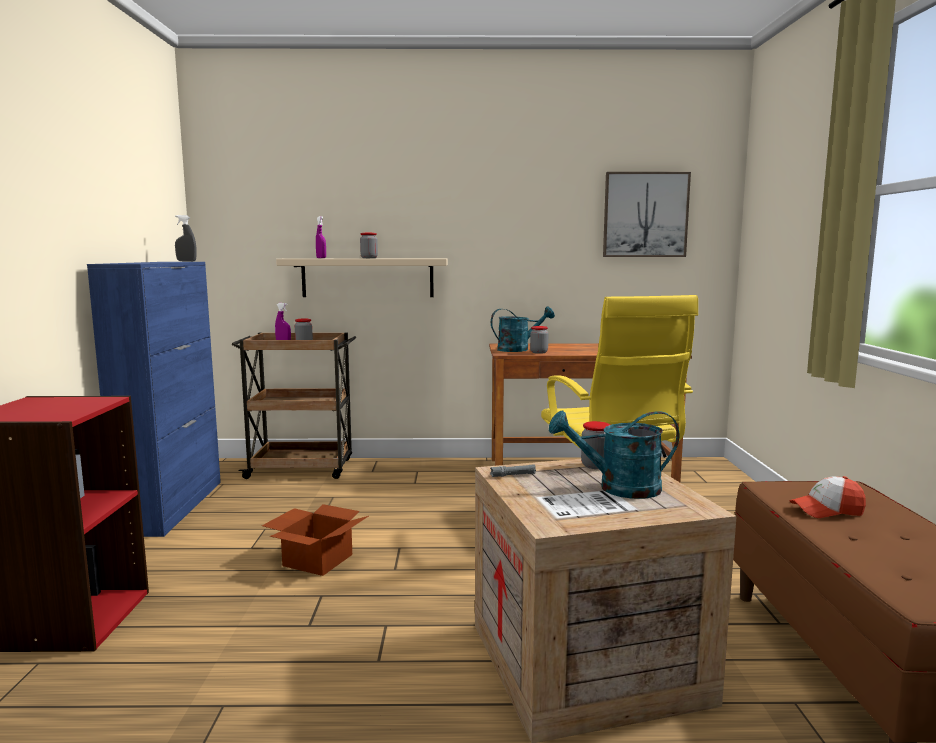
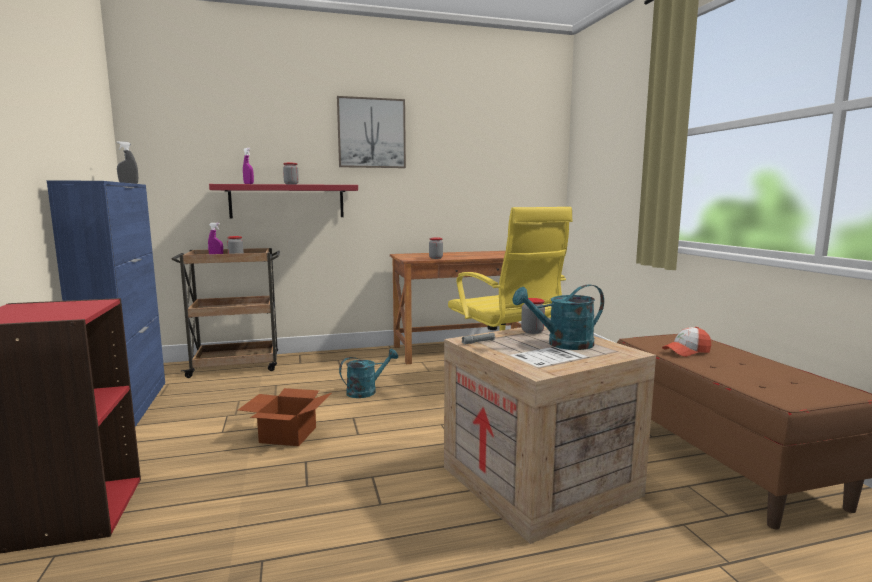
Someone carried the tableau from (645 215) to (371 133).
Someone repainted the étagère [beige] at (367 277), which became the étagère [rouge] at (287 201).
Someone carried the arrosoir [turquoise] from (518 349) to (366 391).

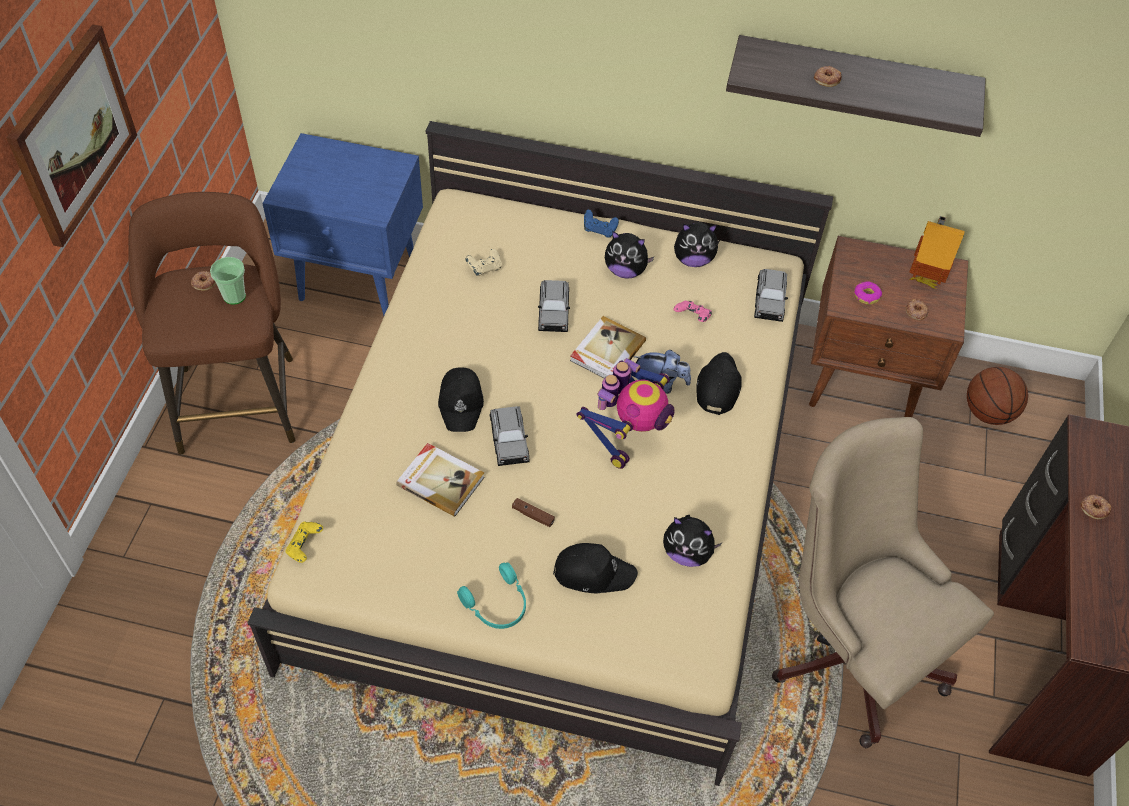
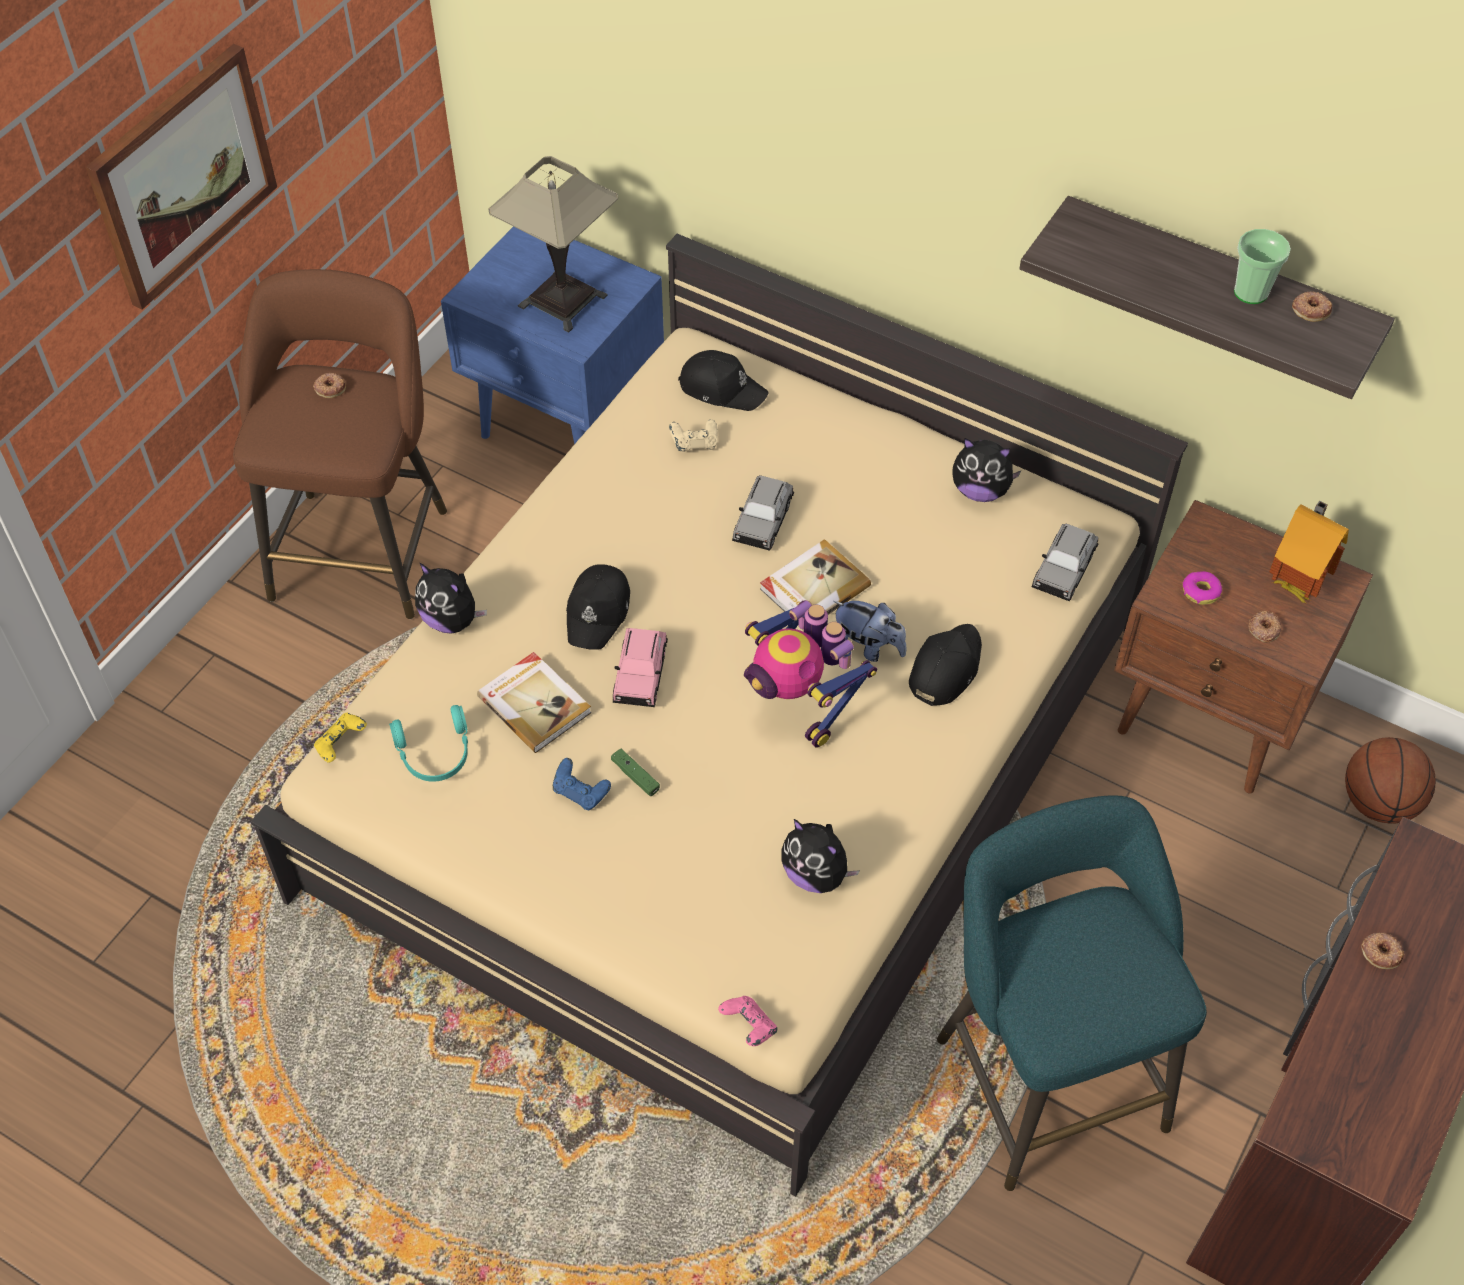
Someone carried the beignet from (827 78) to (1311 309).
Someone carried the manette [bleu] from (599 230) to (580 793).
Someone carried the peluche from (625 270) to (452 620).
Someone carried the tasse from (234 296) to (1250 292).
Someone carried the manette [rose] from (692 318) to (748 1027).
Someone rotated the robot jouet at (628 434) by 90 degrees clockwise.
Someone repainted the petite voiture [gris] at (509 441), which became the petite voiture [rose] at (640 675).
Someone swapped the chaise de bureau [beige] at (850 649) for the tabouret [turquoise] at (1045 1072).
Someone repainted the manette [marron] at (533 515), which became the manette [vert] at (635 776).
Someone carried the casquette [noir] from (593 572) to (722 388).
Someone carried the casque audio [turquoise] from (497 605) to (435 754).
Someone put down the lampe de table at (562 301).

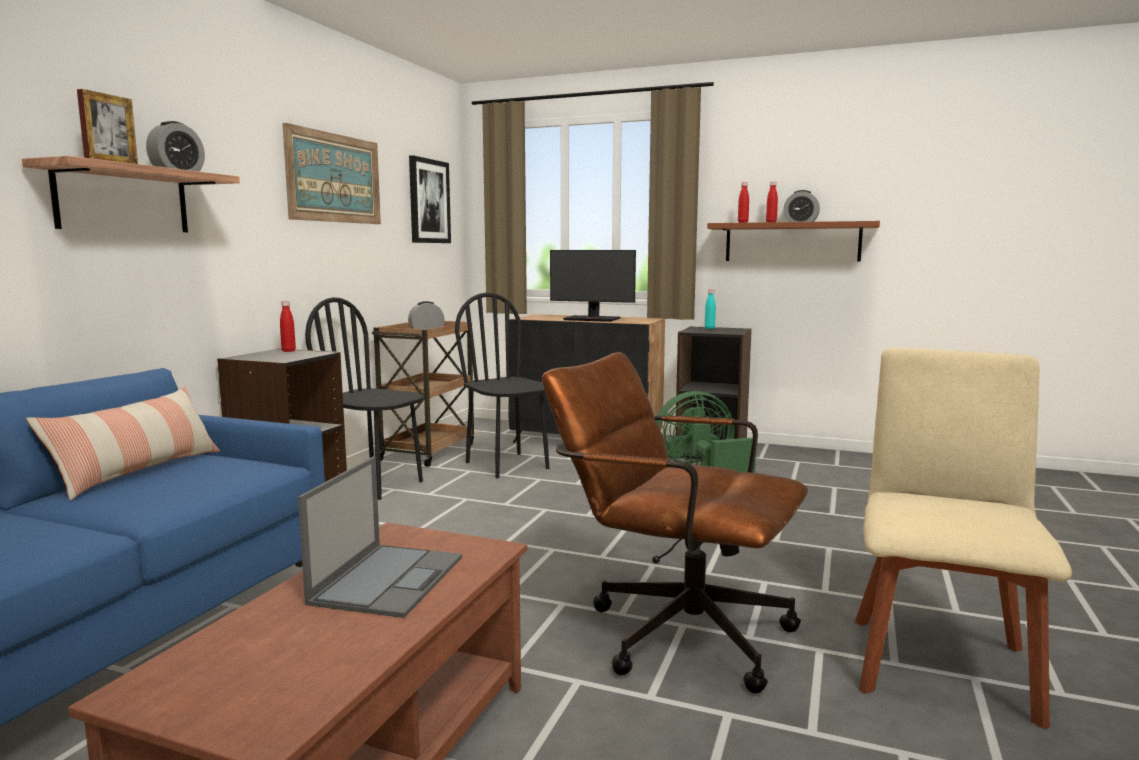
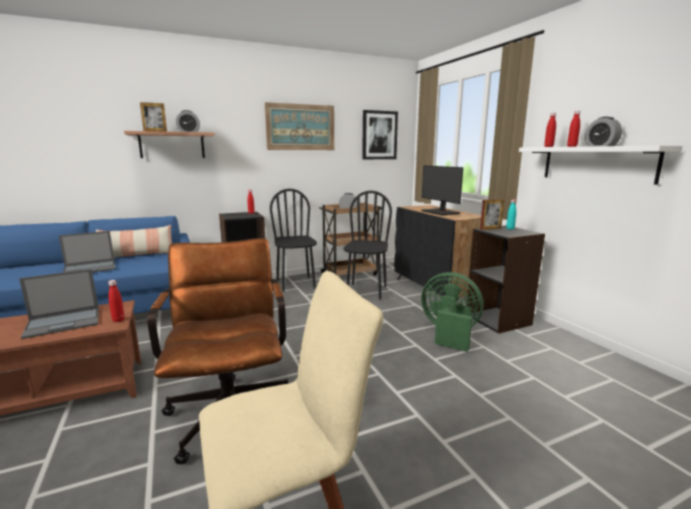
Someone repainted the étagère [marron] at (792 242), which became the étagère [blanc] at (597 163).
Someone put down the cadre photo at (490 229).
Someone put down the ordinateur portable at (90 268).
Someone put down the bouteille [rouge] at (118 320).

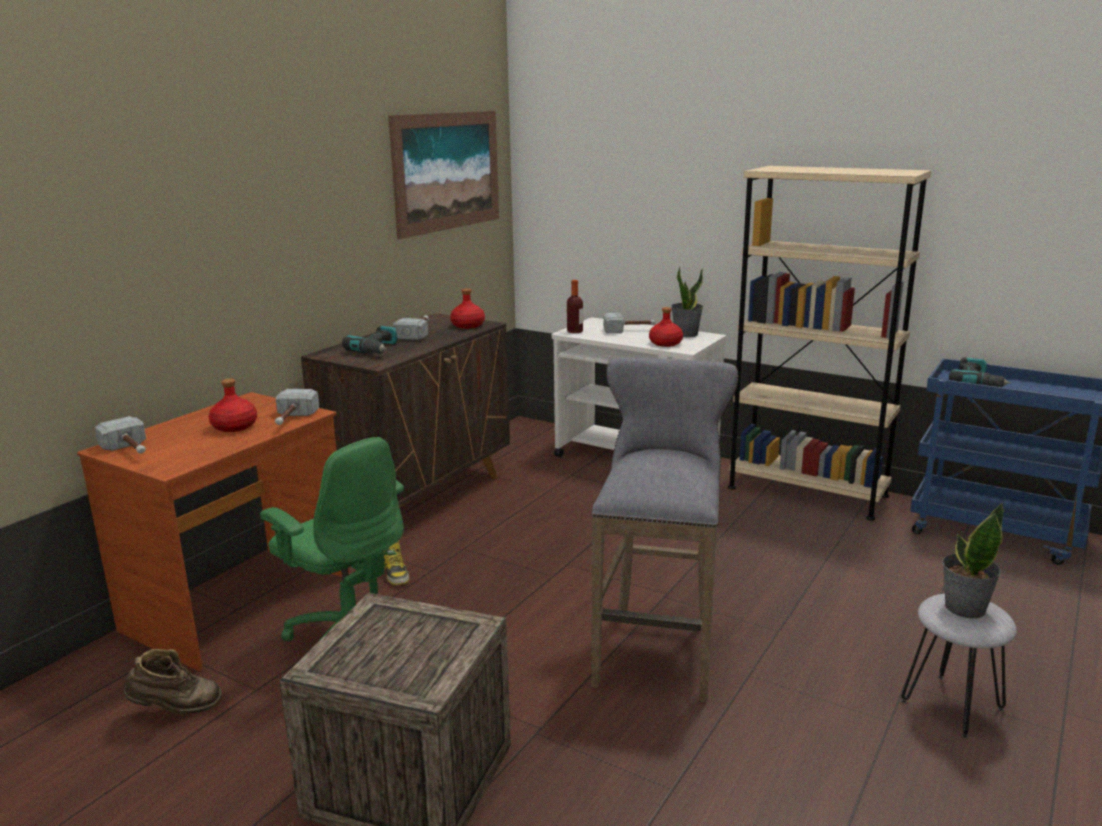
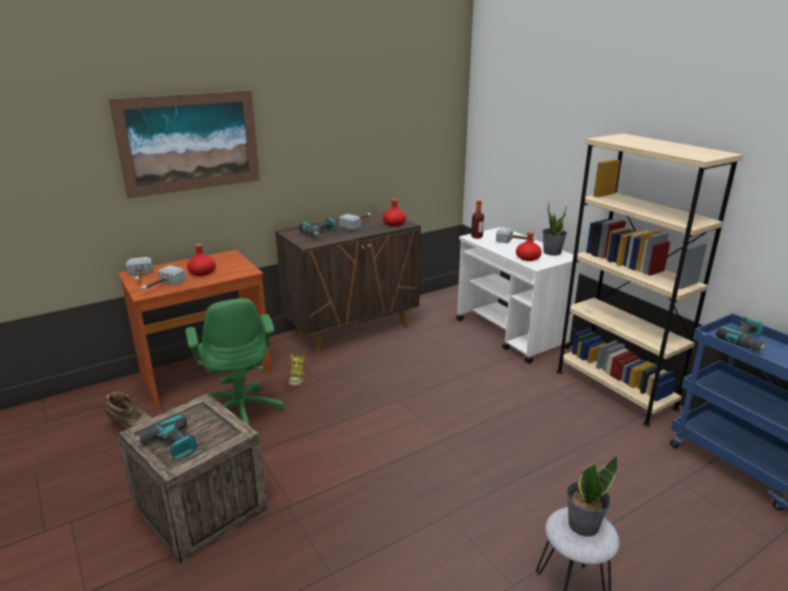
Someone carried the tableau from (447 171) to (190 142).
Someone took away the tabouret [gris] at (657 647).
Someone carried the marteau from (291 420) to (162 286).
Someone put down the perceuse at (169 445).

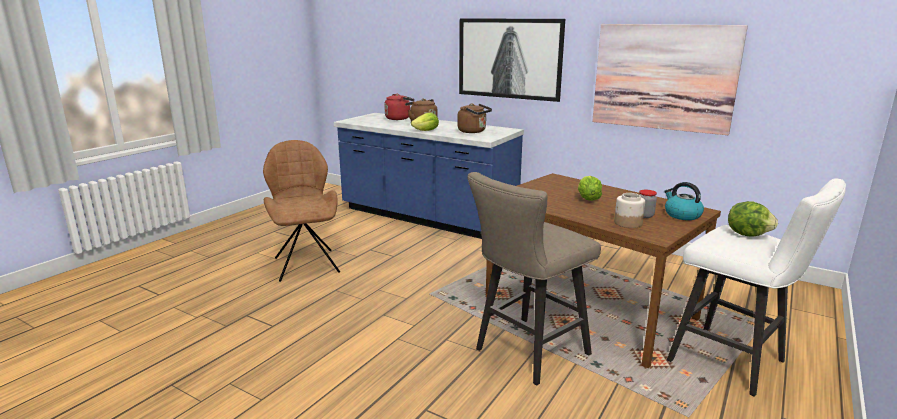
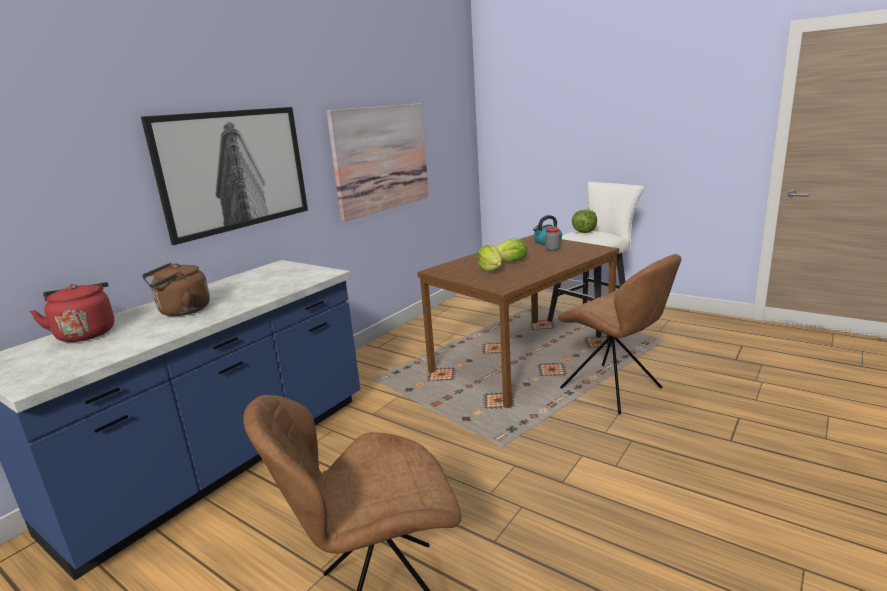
Someone took away the bouilloire [marron] at (473 131).
Someone carried the laitue from (426 131) to (491 269).
Someone swapped the tabouret [beige] at (526 354) for the chaise [marron] at (613 389).
Someone took away the bocal at (628 223).

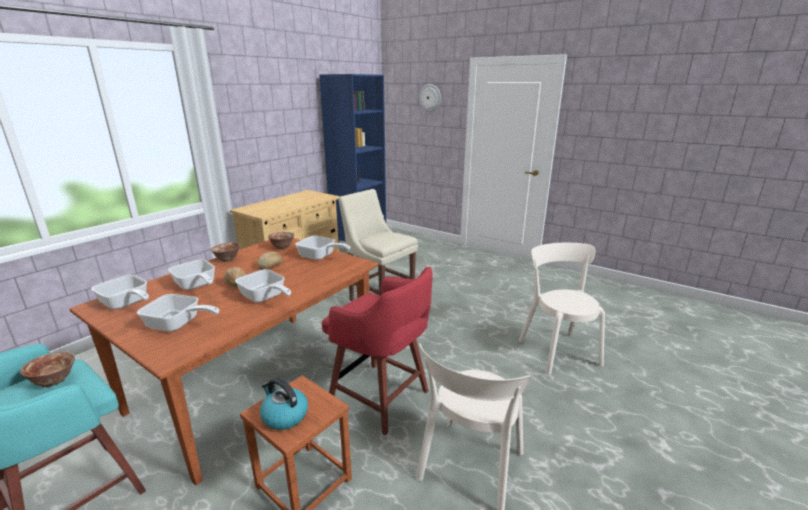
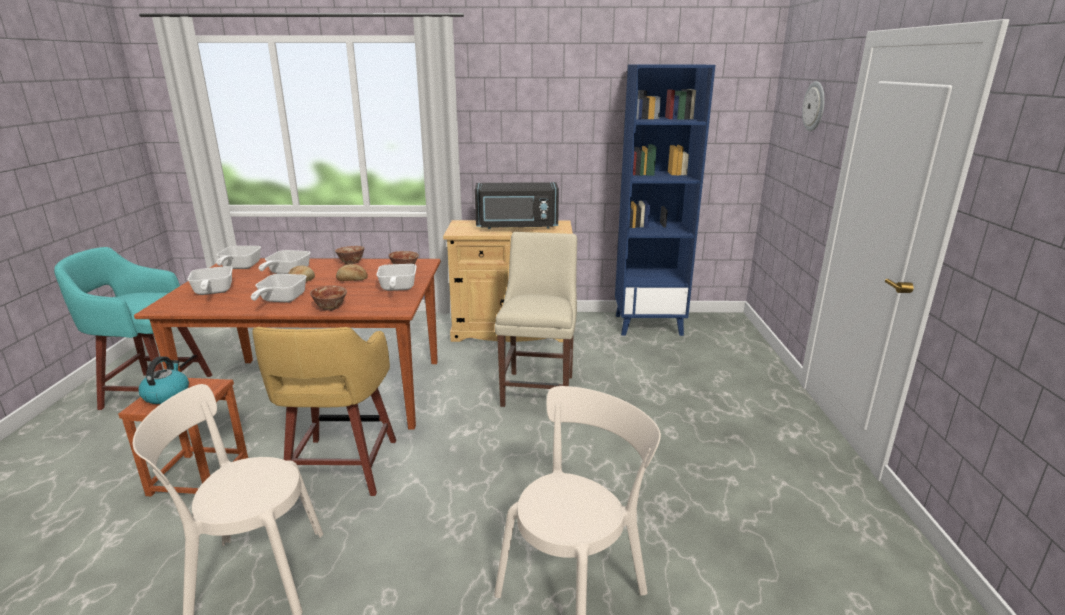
Someone repainted the tabouret [rouge] at (381 398), which became the tabouret [jaune] at (340 469).
Someone carried the bol from (54 381) to (330 308).
Someone put down the micro-ondes [noir] at (517 226).

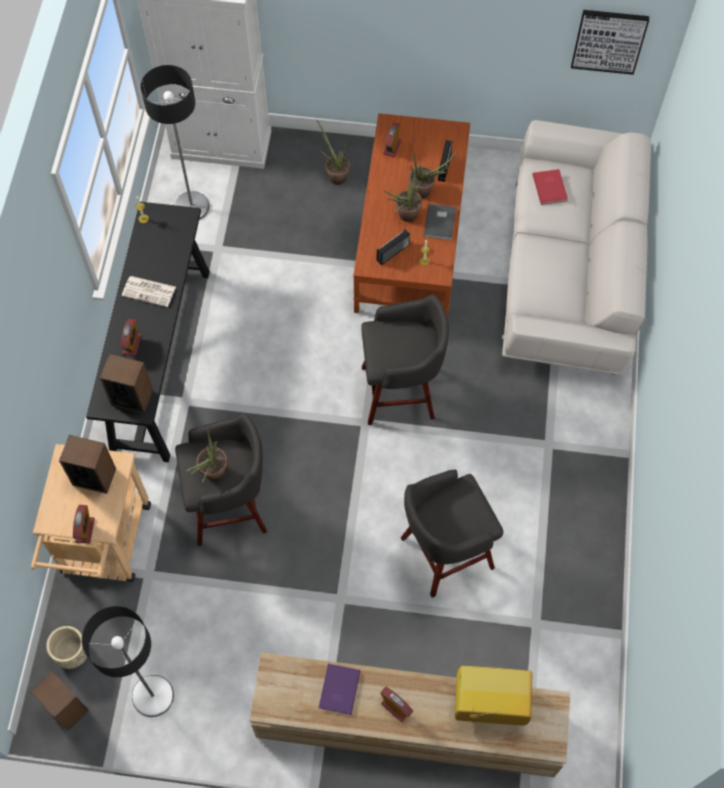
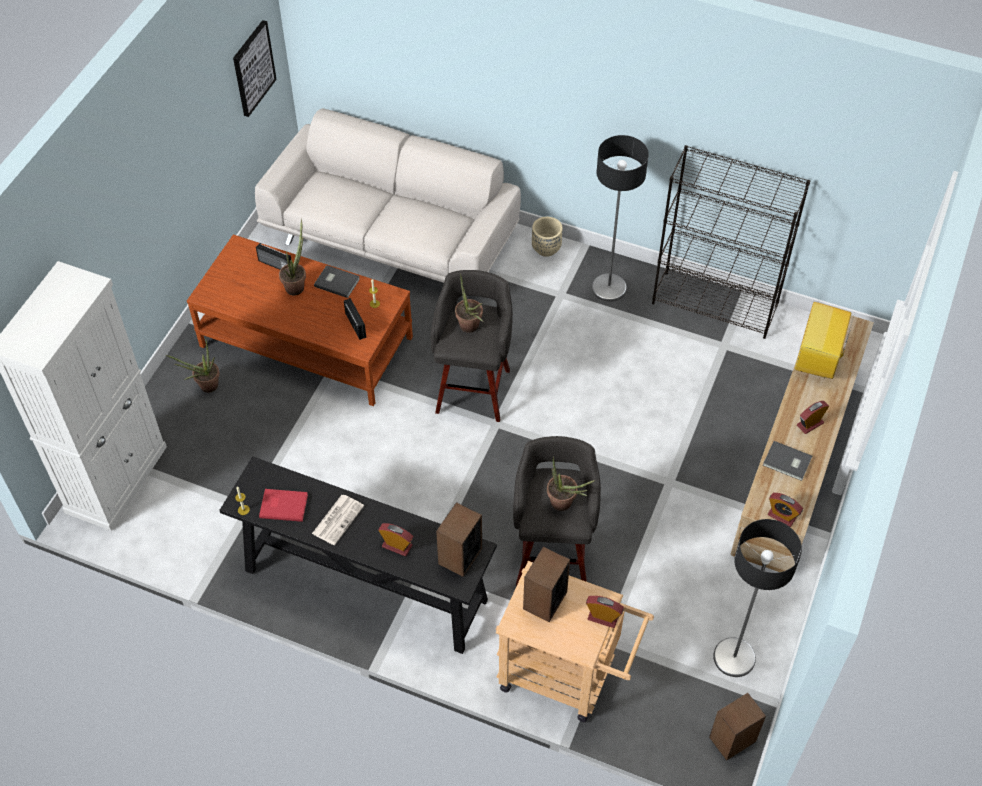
Someone carried the lampadaire from (191 206) to (608 288).
Someone carried the réveil from (392 147) to (782 516).
Someone carried the plante en pot from (404 216) to (471 328).
Someone carried the livre [rouge] from (550 187) to (283 505).
Someone took away the tabouret [gris] at (444 554).
Someone carried the cache-pot [beige] from (72 653) to (546 248).
Someone repainted the livre [violet] at (338 690), which became the livre [gris] at (787 462).
Someone put down the bibliothèque [noir] at (715 305).

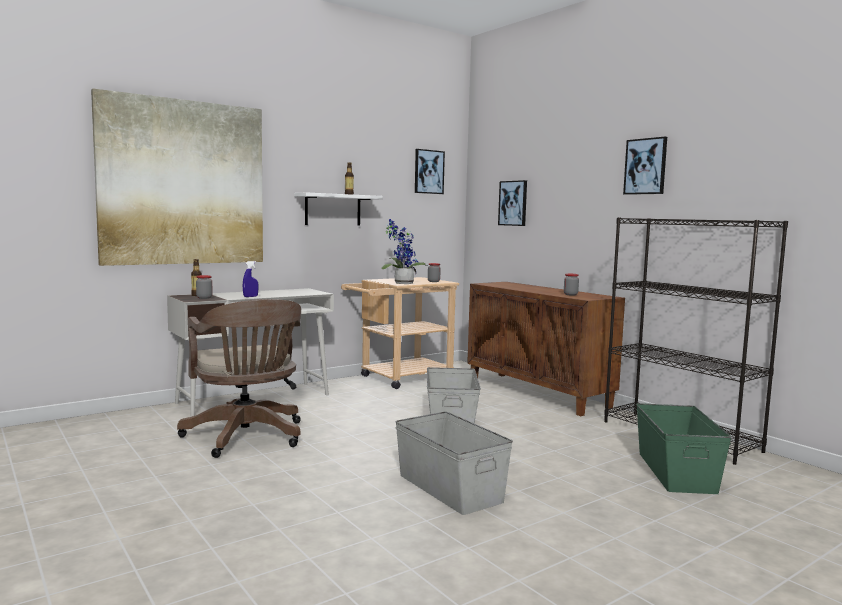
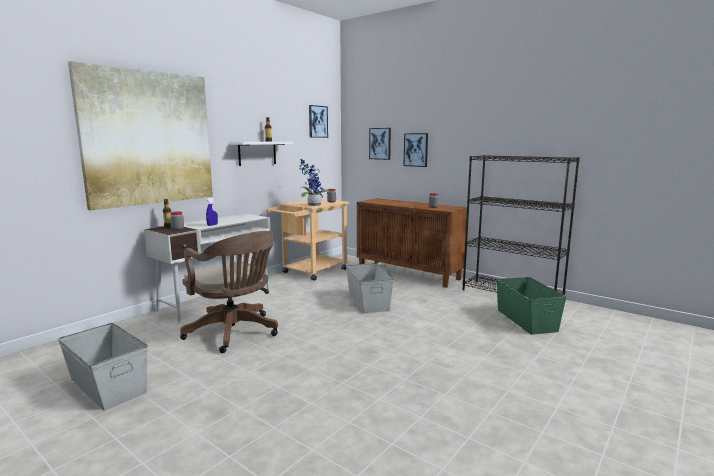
Someone carried the tableau from (645 166) to (416 150).
Someone carried the boîte de rangement [gris] from (450 488) to (108 385).

